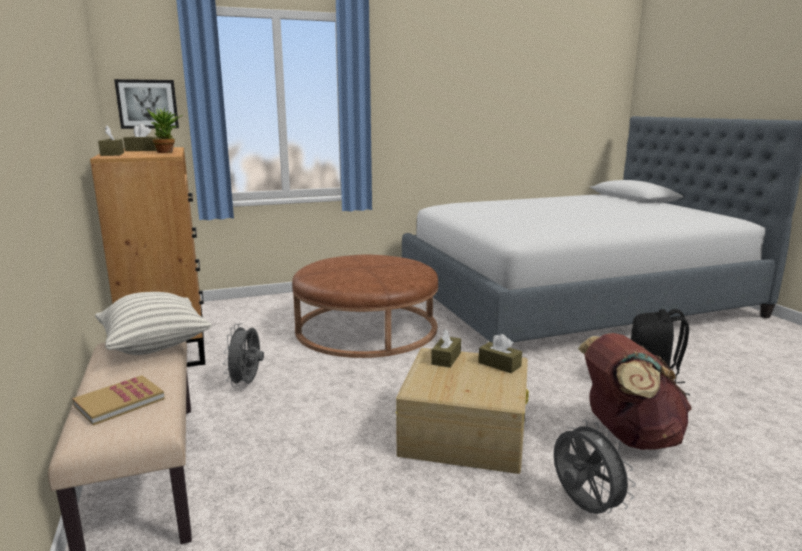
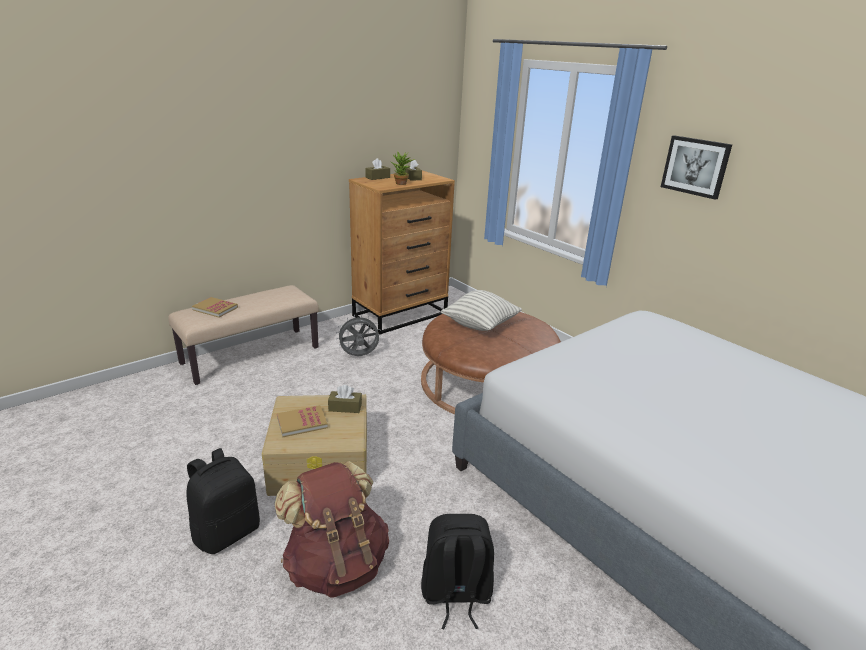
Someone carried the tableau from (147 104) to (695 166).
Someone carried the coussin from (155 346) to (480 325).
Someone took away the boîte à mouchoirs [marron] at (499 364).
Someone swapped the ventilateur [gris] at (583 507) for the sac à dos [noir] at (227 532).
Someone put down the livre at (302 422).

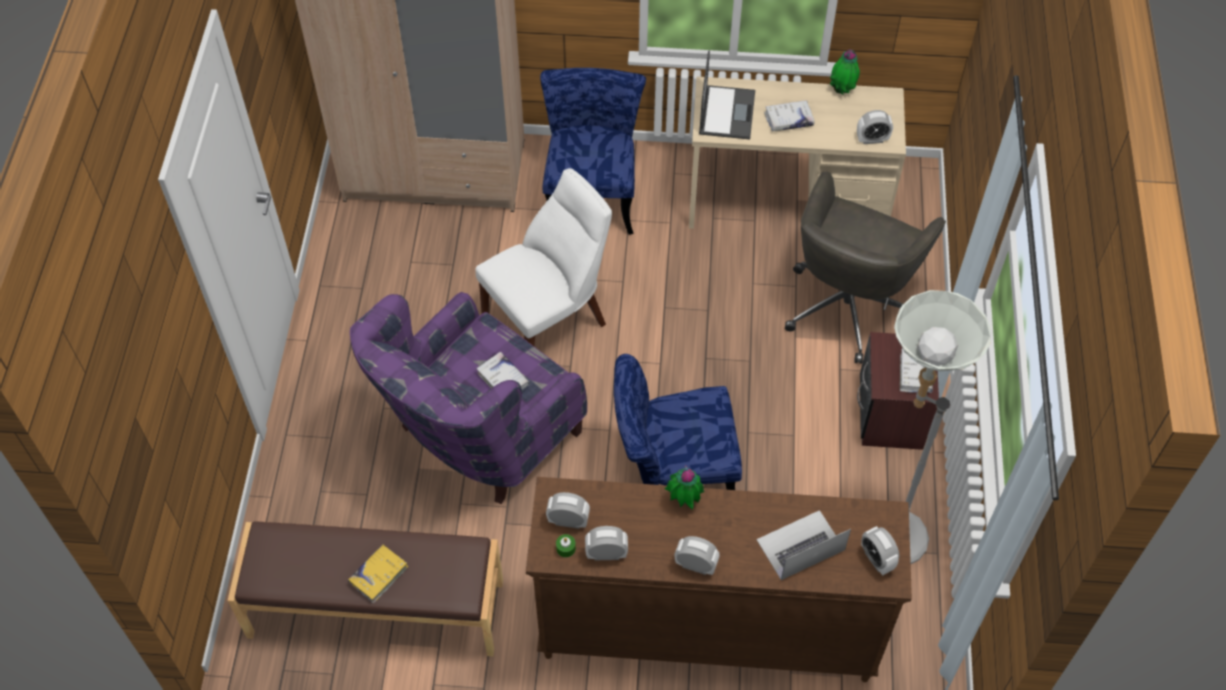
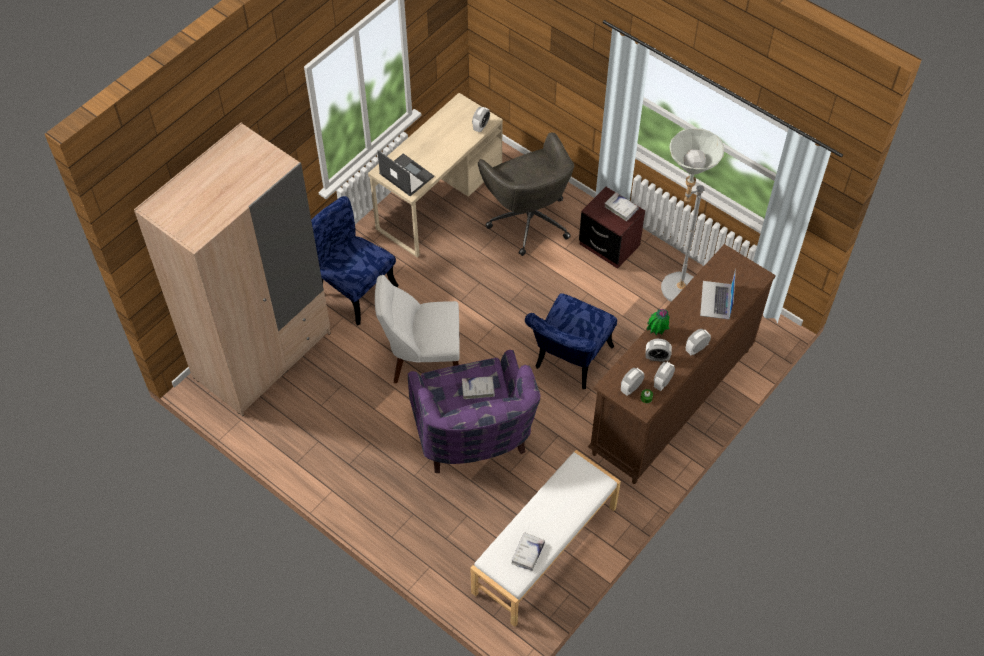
Someone took away the plante en pot at (842 91).
Someone carried the livre [blanc] from (788 120) to (527 553).
Someone rotated the chaise [blanc] at (549 320) by 90 degrees counterclockwise.
Someone repainted the banc [marron] at (376 610), which became the banc [blanc] at (545 550).
Someone carried the réveil from (876 559) to (657 357).
Someone took away the livre [jaune] at (379 575).

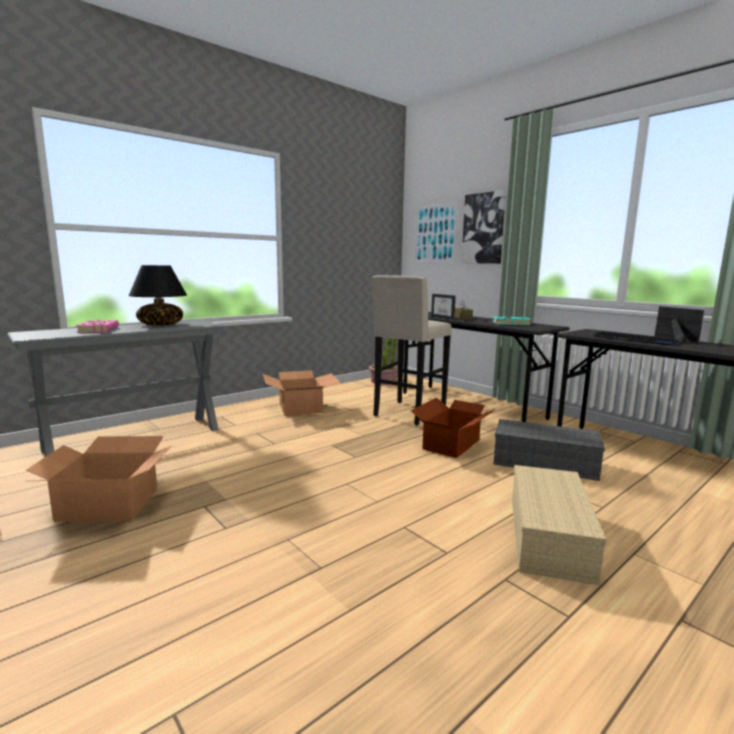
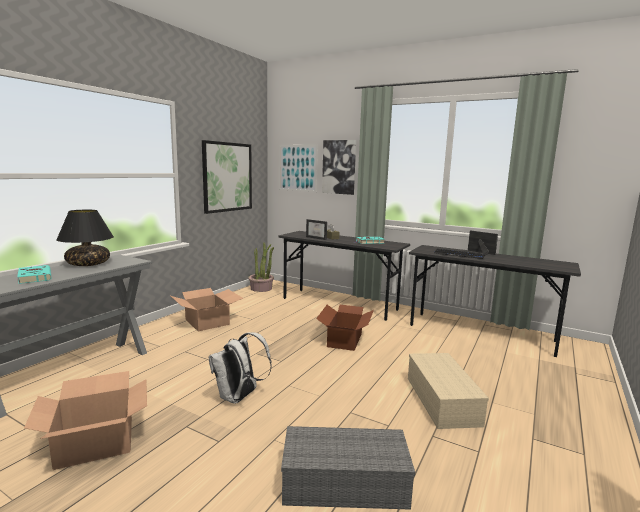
Someone took away the tabouret [beige] at (408 414).
Someone repainted the livre [rose] at (98 329), which became the livre [turquoise] at (34 277).
Someone carried the boîte de rangement [gris] from (543 463) to (343 484).
Someone put up the tableau at (227 177).
Someone put down the sac à dos [blanc] at (239 397).

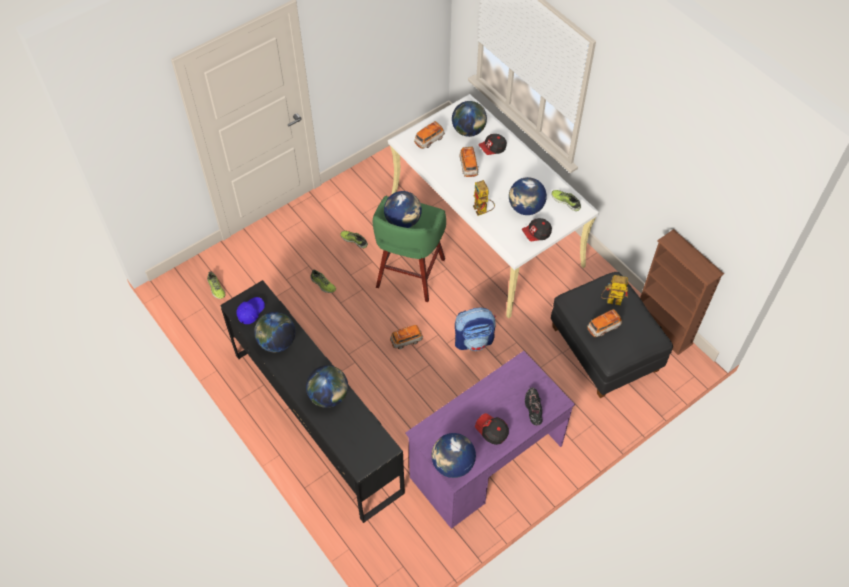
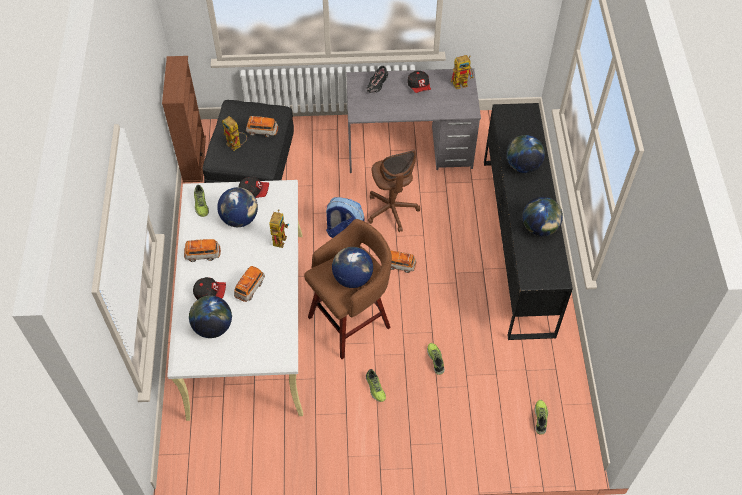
Someone carried the petite voiture from (429 140) to (203 254).
Someone repainted the tabouret [vert] at (409 275), which became the tabouret [marron] at (351 321).
Someone took away the casquette [bleu] at (251 312).
Someone repainted the bureau [violet] at (486 461), which became the bureau [gris] at (409 149).
Someone swapped the globe at (452 464) for the robot jouet at (462 82).
Someone put down the chaise de bureau [marron] at (392 210).

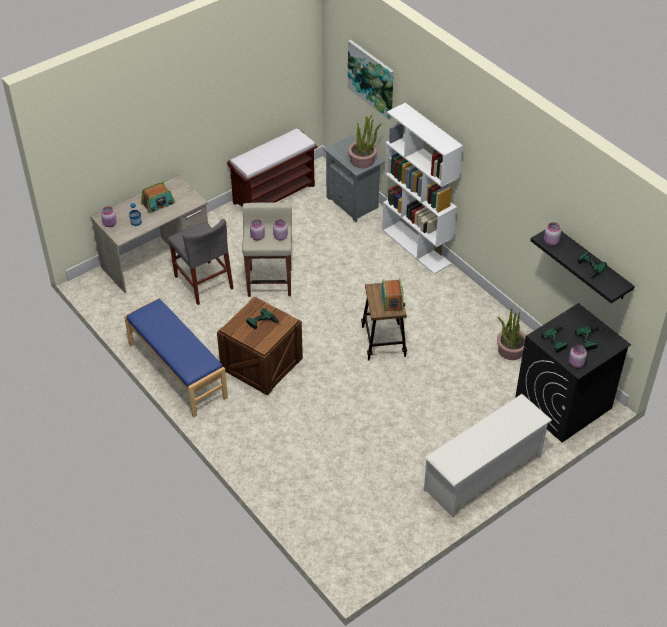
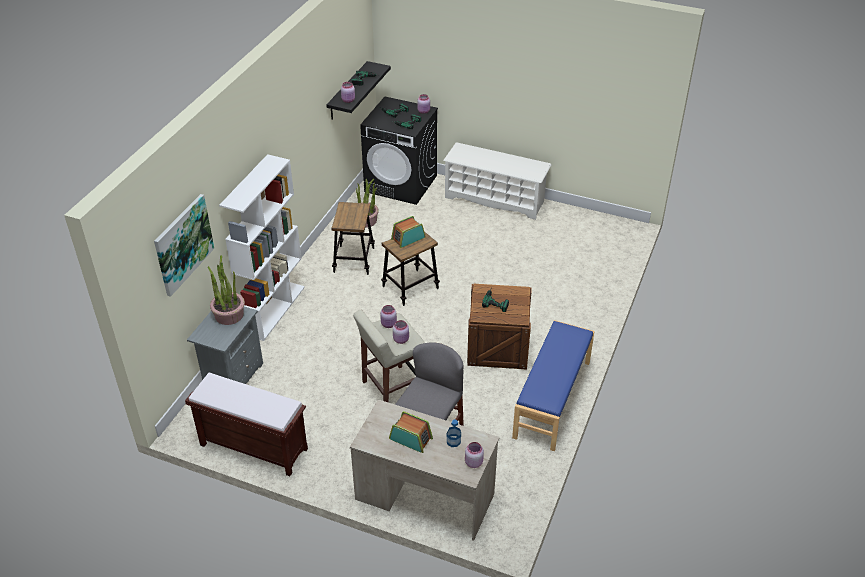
Someone put down the tabouret at (354 260).

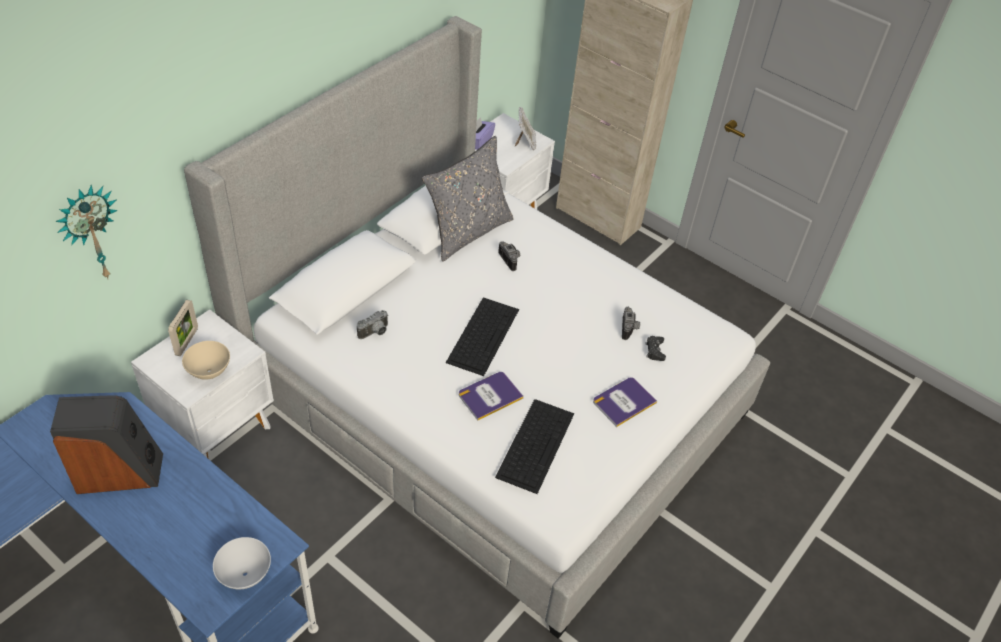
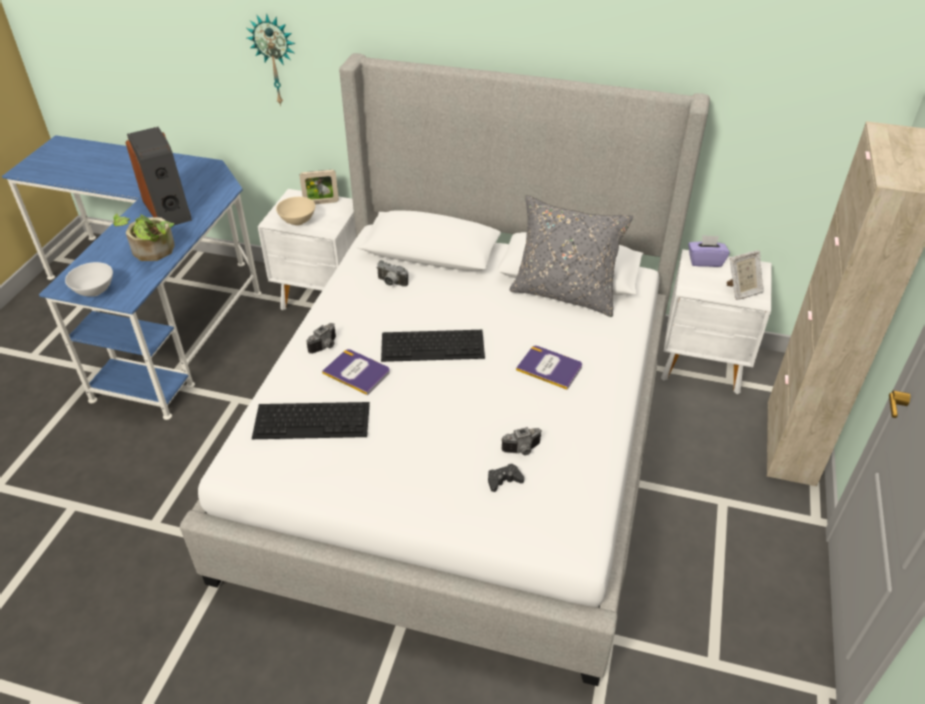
Someone carried the appareil photo from (511 260) to (326 346).
Someone carried the livre from (624 402) to (549 367).
Someone put down the plante en pot at (153 253).

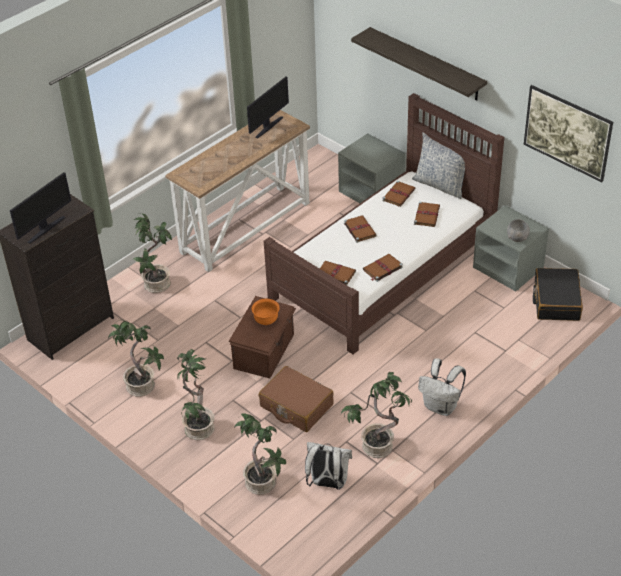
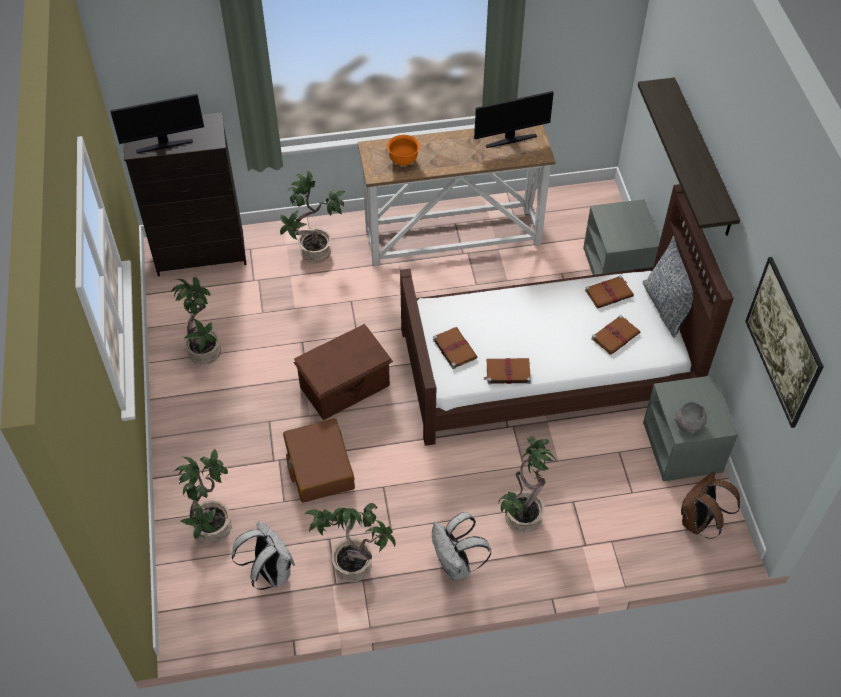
Someone took away the livre [marron] at (359 229).
Someone swapped the valise [noir] at (556 301) for the sac à dos [marron] at (698 522).
Someone carried the bol [orange] from (266 320) to (403 160).
Someone carried the plante en pot from (198 428) to (522 516).

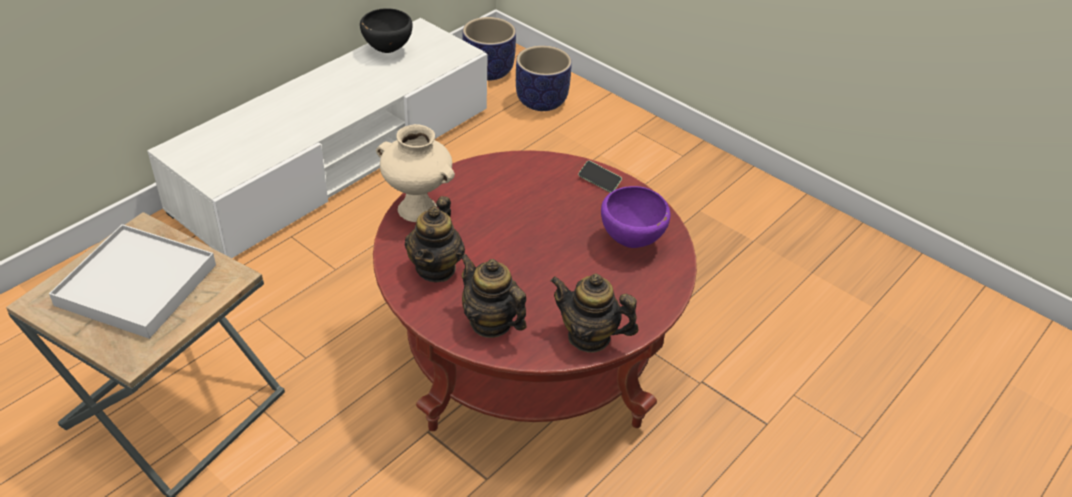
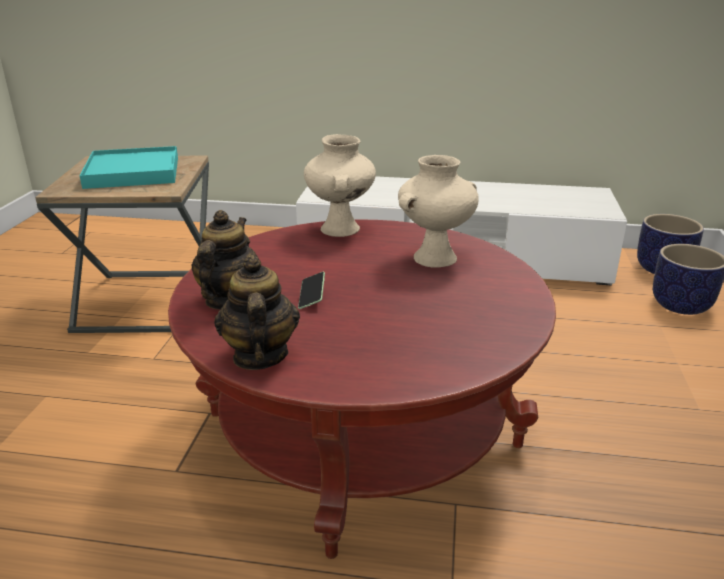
Someone took away the bol [noir] at (387 50).
Someone carried the téléphone from (599 181) to (312 297).
Someone took away the bol [violet] at (632 242).
Someone took away the théière at (436 268).
Someone repainted the plateau [blanc] at (137 285), which became the plateau [turquoise] at (133 172).
Someone put down the vase [beige] at (435 257).

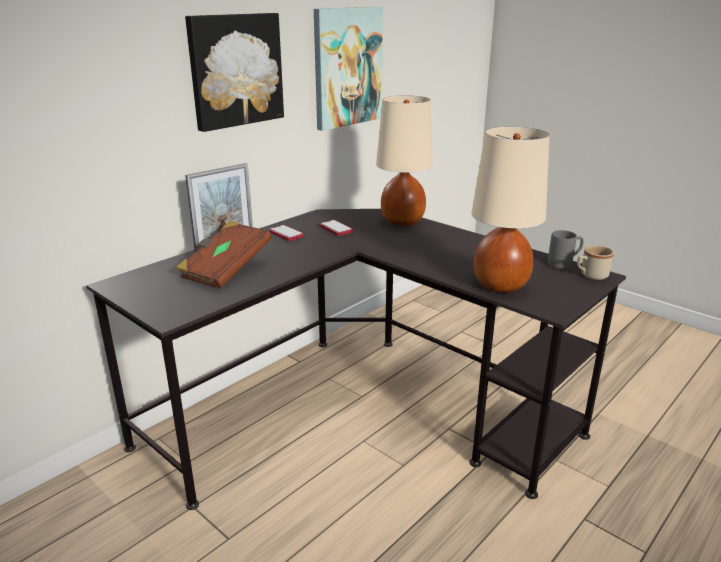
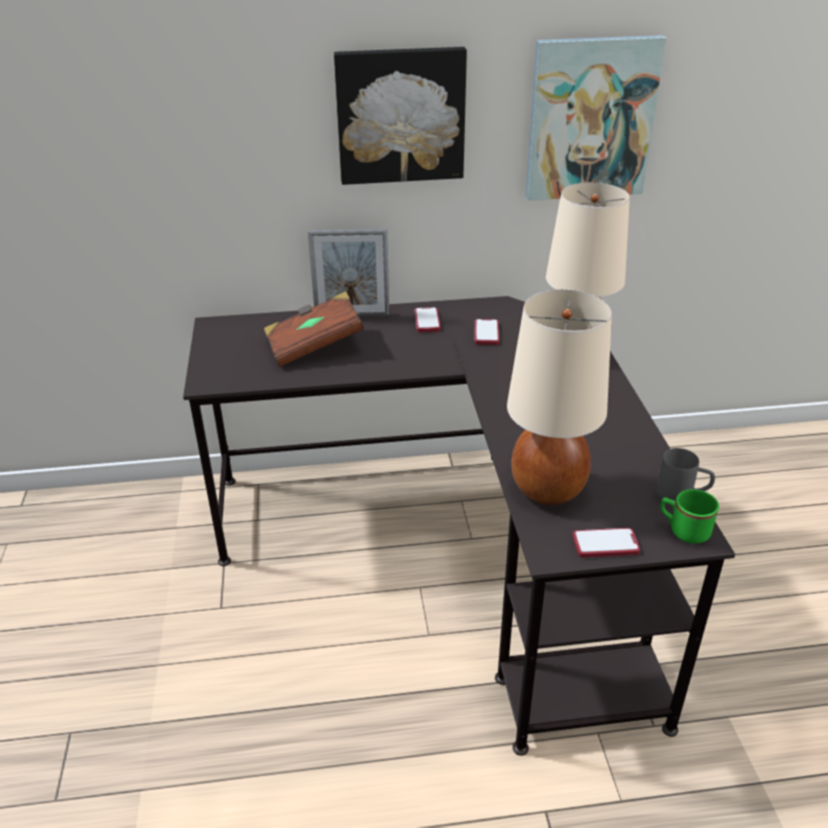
Someone repainted the mug [beige] at (590 276), which became the mug [vert] at (683 530).
Someone put down the téléphone at (605 544).

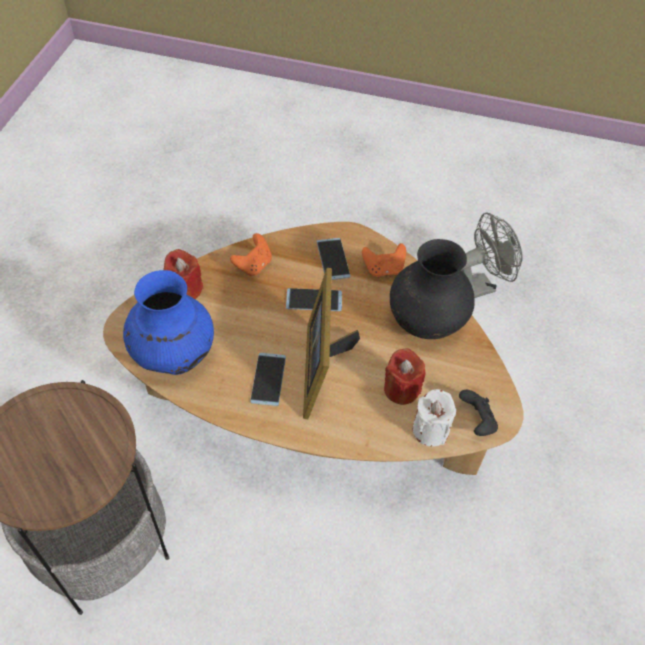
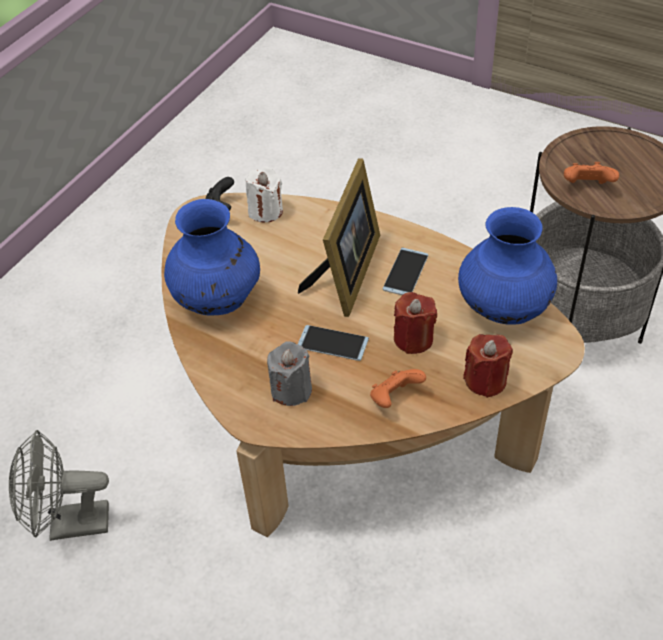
Someone swapped the téléphone at (333 259) for the bougie [gris] at (291 390).
Someone repainted the vase [noir] at (426 321), which became the vase [bleu] at (217 301).
Someone carried the manette [orange] from (383 269) to (586 187).
Someone carried the bougie [rouge] from (401 389) to (413 339).

